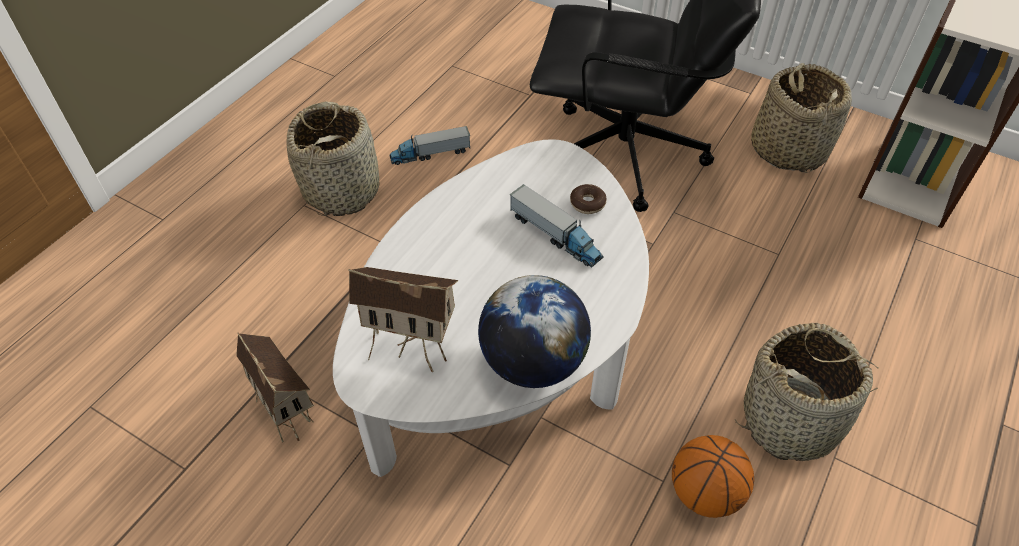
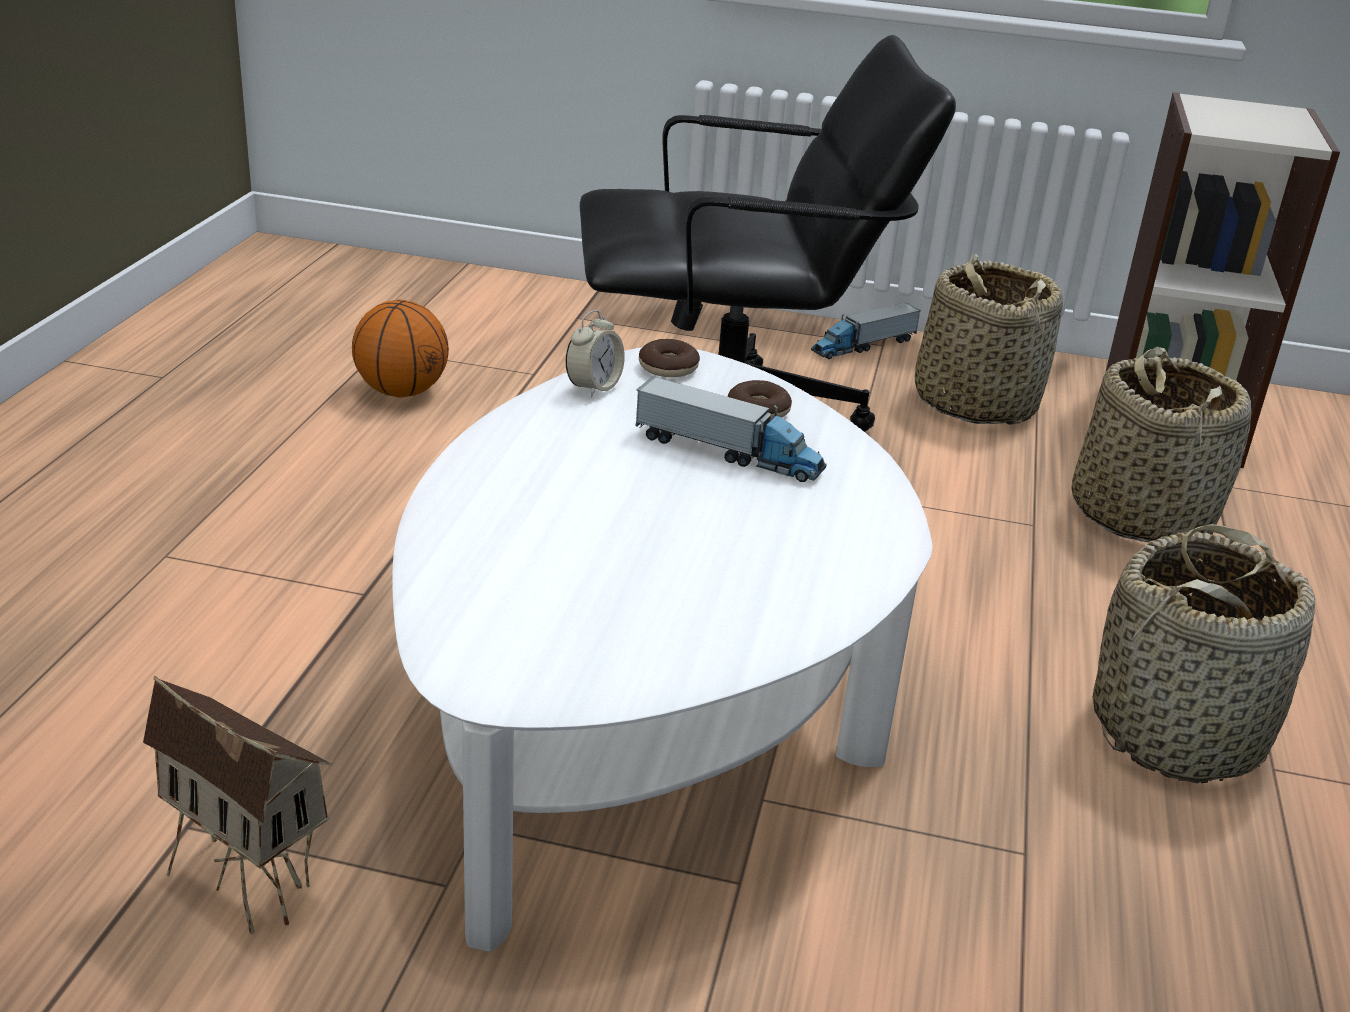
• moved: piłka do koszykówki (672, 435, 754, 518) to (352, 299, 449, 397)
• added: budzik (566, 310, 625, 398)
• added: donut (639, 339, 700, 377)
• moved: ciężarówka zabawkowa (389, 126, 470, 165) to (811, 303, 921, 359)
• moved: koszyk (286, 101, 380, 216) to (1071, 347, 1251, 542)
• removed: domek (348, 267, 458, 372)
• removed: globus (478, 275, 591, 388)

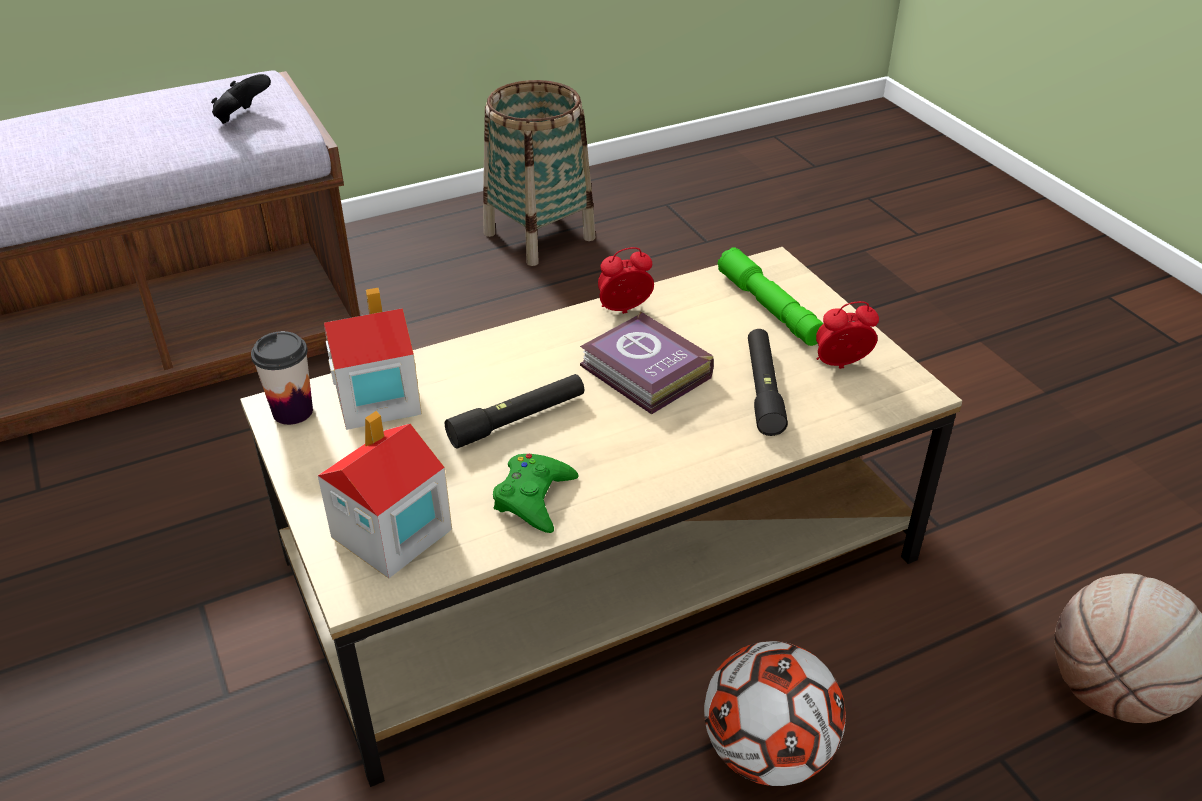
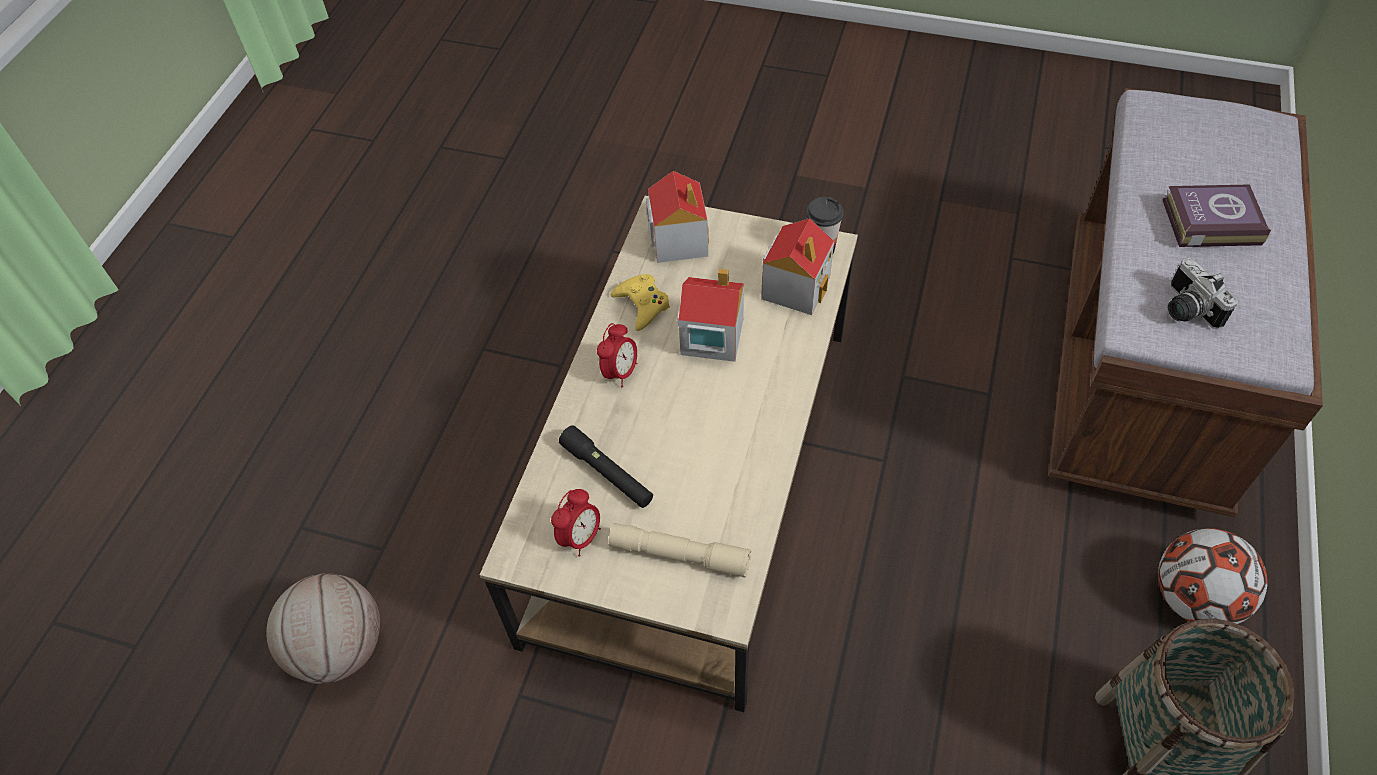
• moved: budzik (598, 247, 654, 314) to (597, 323, 637, 387)
• recoloured: latarka [zielony] (717, 247, 823, 346) to latarka [beżowy] (609, 523, 751, 578)
• recoloured: pad do gier [zielony] (493, 454, 578, 533) to pad do gier [żółty] (611, 274, 670, 331)
• replaced: latarka [czarny] (445, 374, 584, 449) to domek (677, 269, 744, 362)
• moved: piłka futbolowa (704, 641, 846, 786) to (1158, 528, 1268, 624)
• moved: książka (580, 311, 714, 415) to (1162, 184, 1271, 247)
• replaced: pad do gier [czarny] (211, 74, 271, 124) to aparat fotograficzny (1168, 257, 1237, 329)

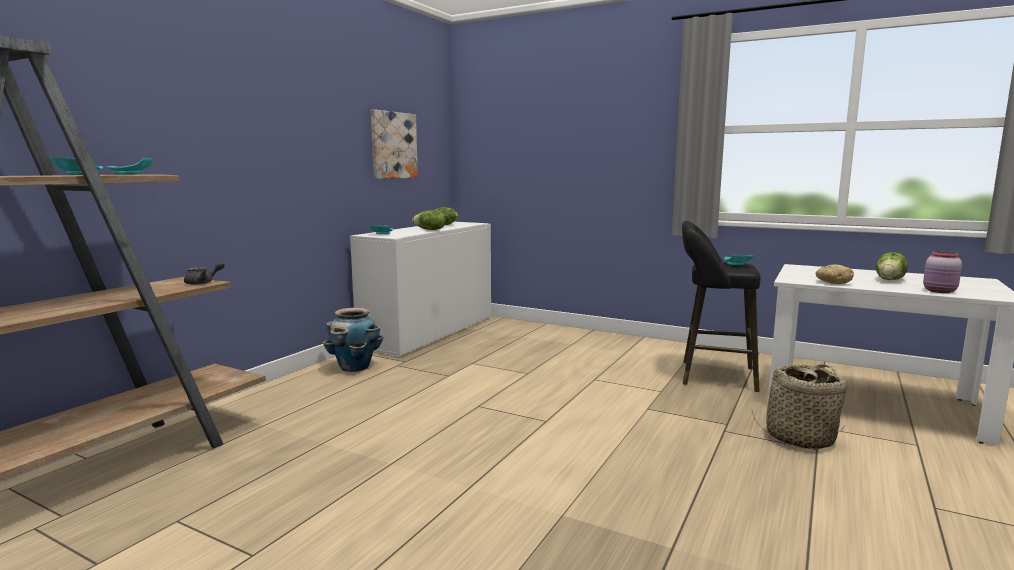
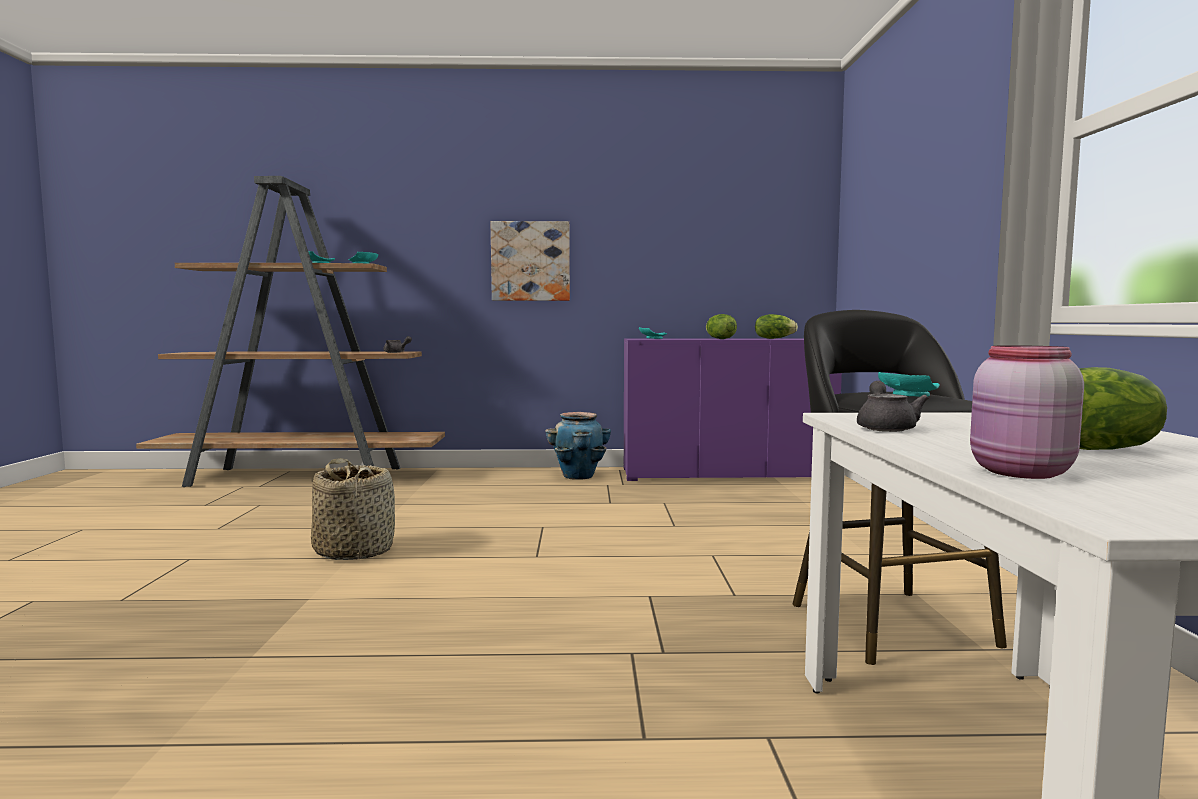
• moved: koszyk (752, 364, 847, 449) to (311, 458, 395, 560)
• moved: obraz (371, 109, 418, 179) to (491, 221, 570, 301)
• recoloured: szafka [biały] (350, 222, 491, 358) to szafka [fioletowy] (624, 338, 842, 481)
• replaced: chleb (816, 264, 854, 284) to imbryk [szary] (857, 381, 929, 432)

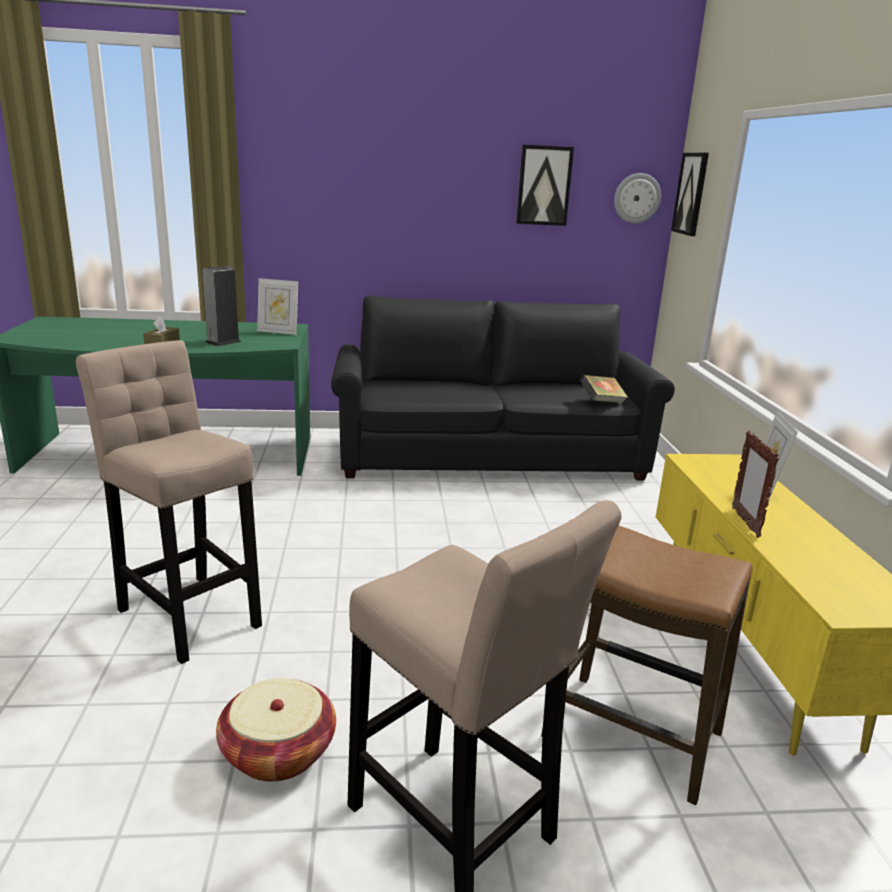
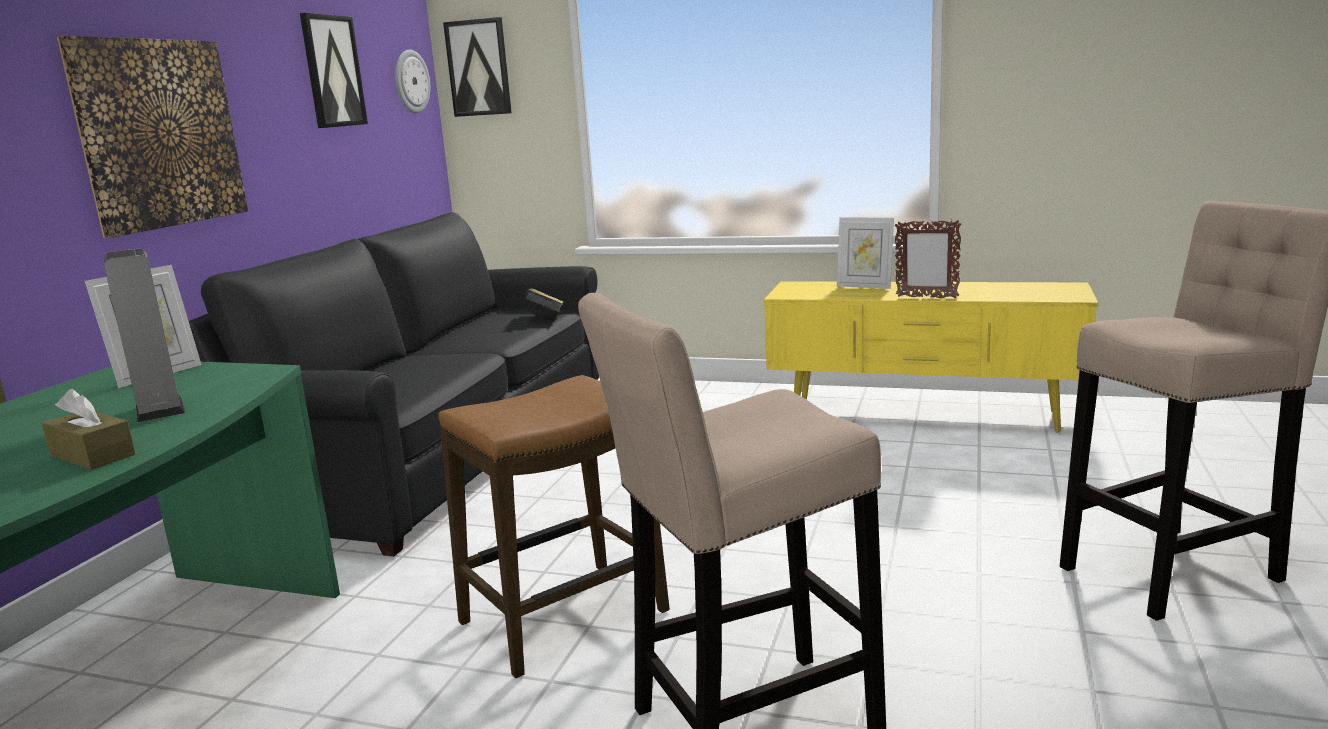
• added: obraz (57, 35, 248, 238)
• moved: stołek (541, 525, 752, 805) to (438, 375, 670, 678)
• removed: koszyk (216, 678, 336, 782)

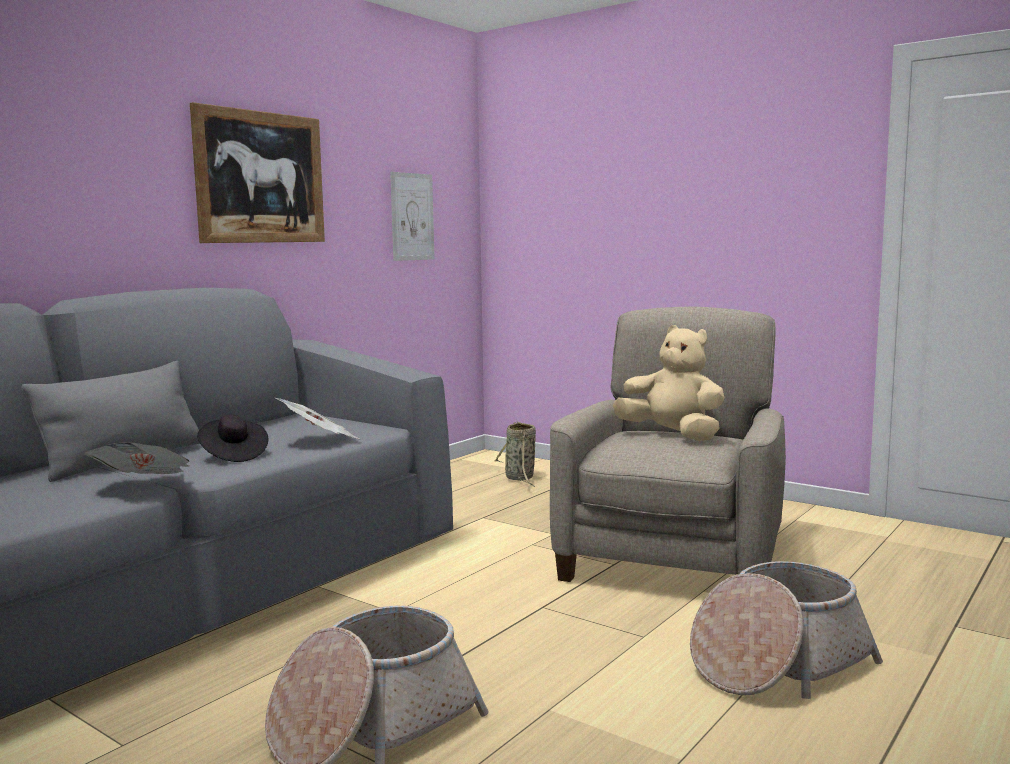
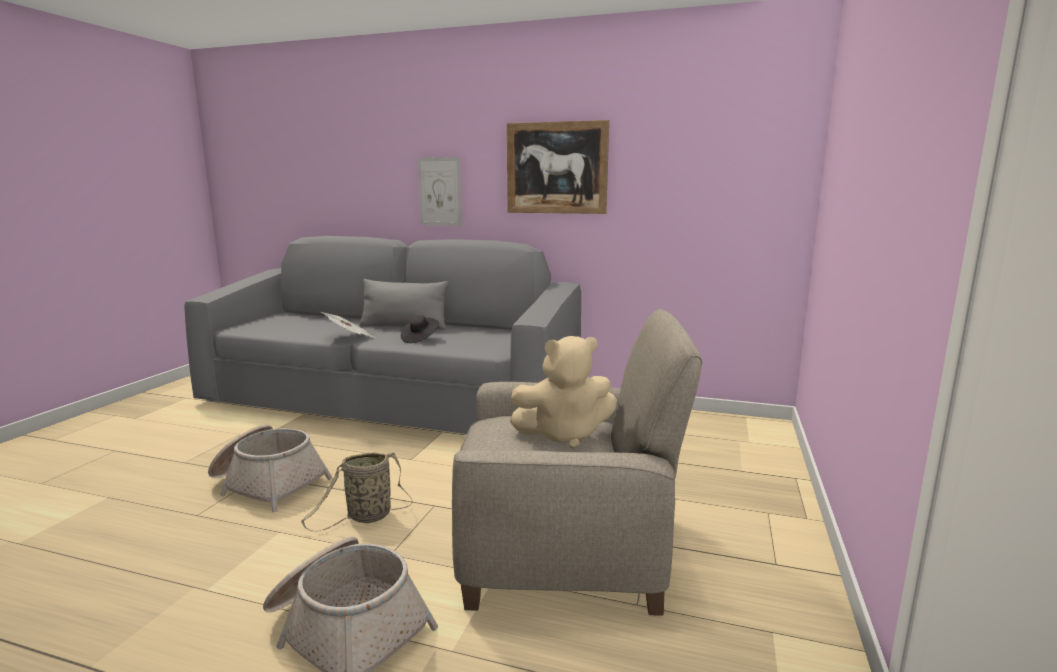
• moved: koszyk (495, 422, 536, 487) to (301, 452, 413, 532)
• moved: obraz (390, 172, 435, 261) to (418, 157, 462, 226)
• turned: pluszak [beżowy] (613, 325, 724, 441) = (510, 336, 617, 449) 60 degrees clockwise
• removed: gazeta (276, 398, 359, 439)

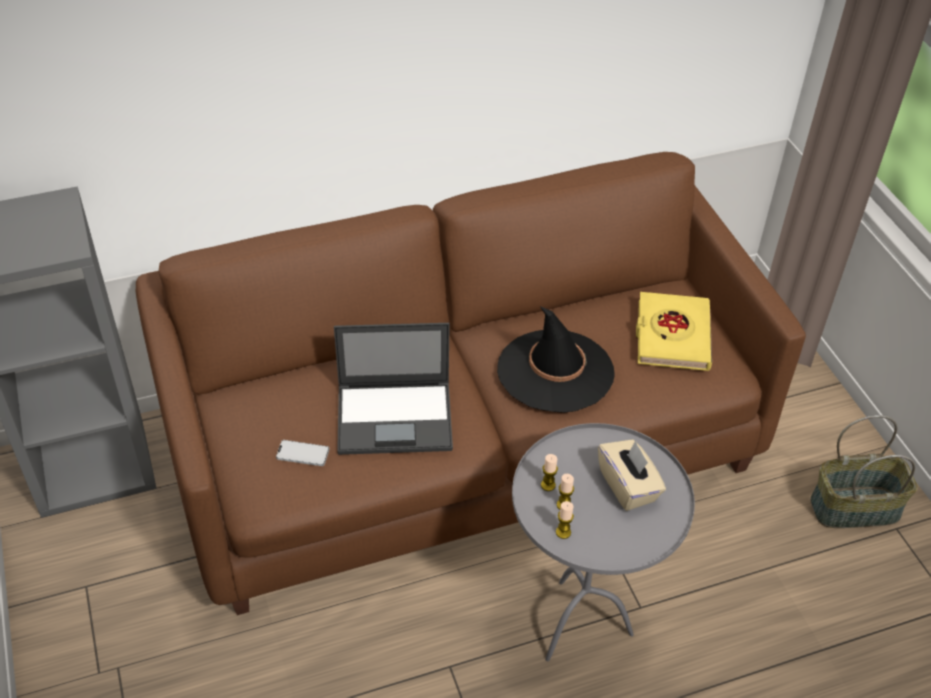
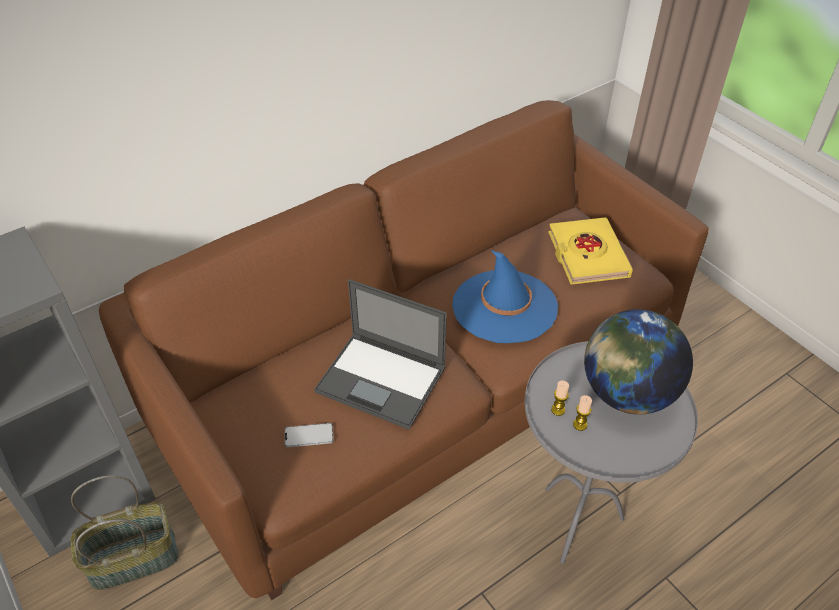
• moved: koszyk (810, 415, 918, 528) to (70, 475, 179, 590)
• turned: laptop (334, 323, 453, 455) = (314, 279, 447, 430) 45 degrees clockwise
• recoloured: kapelusz [czarny] (497, 305, 615, 413) to kapelusz [niebieski] (452, 250, 558, 343)
• replaced: pudełko chusteczek [beżowy] (598, 439, 666, 511) to globus (584, 309, 693, 415)
• removed: świeca (556, 501, 574, 539)

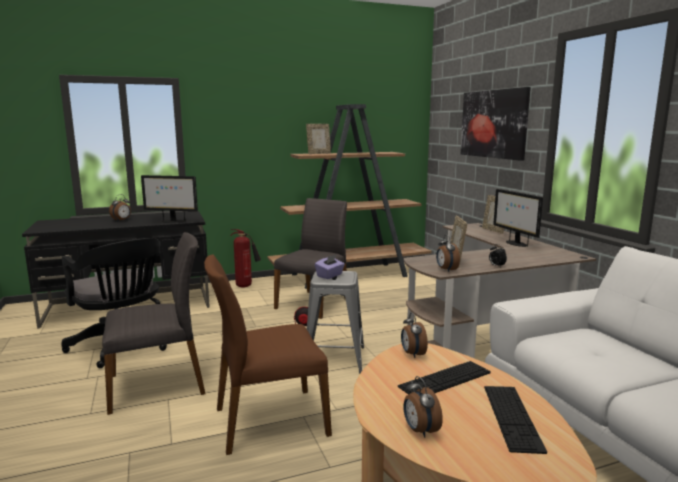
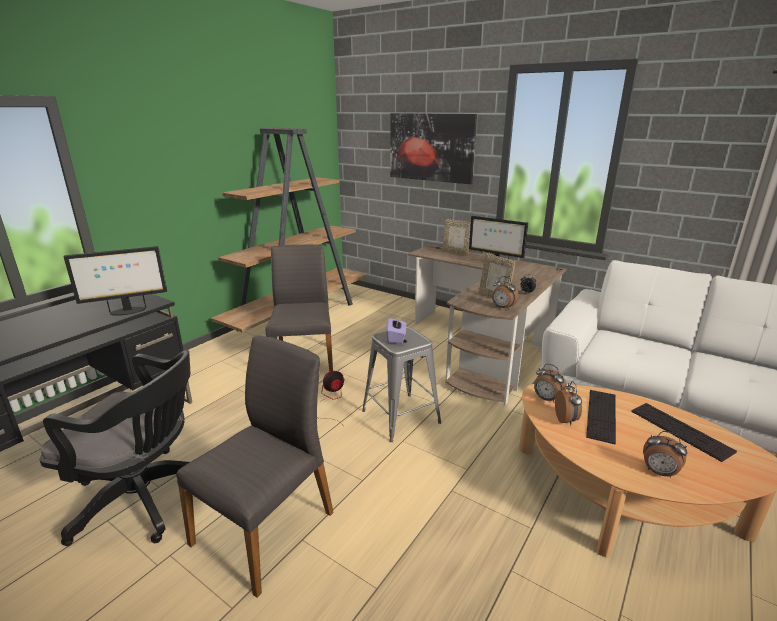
• moved: budzik (109, 195, 131, 220) to (555, 381, 582, 425)
• removed: krzesło [brązowy] (204, 254, 332, 455)
• removed: gaśnica (230, 229, 261, 288)
• removed: ramka na zdjęcie (306, 124, 331, 154)

